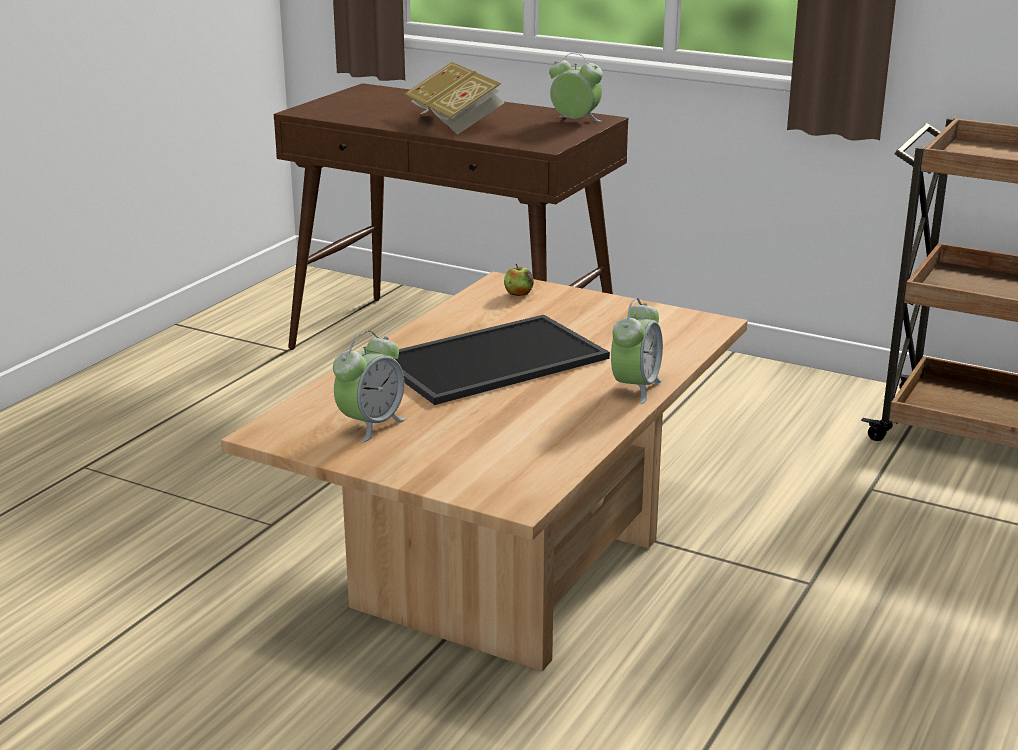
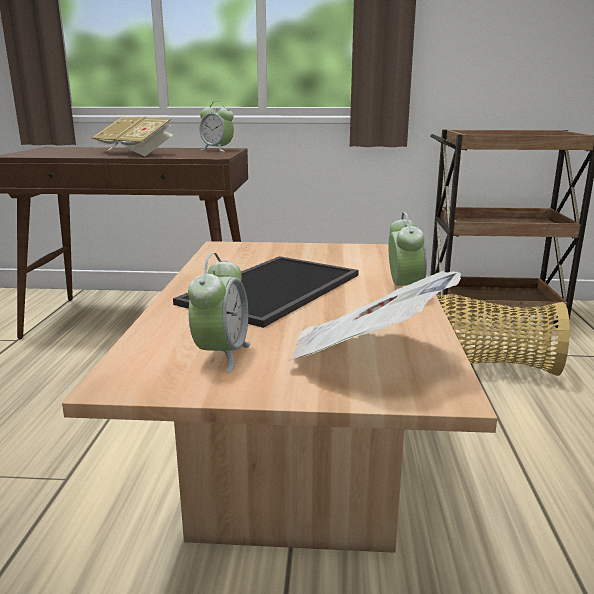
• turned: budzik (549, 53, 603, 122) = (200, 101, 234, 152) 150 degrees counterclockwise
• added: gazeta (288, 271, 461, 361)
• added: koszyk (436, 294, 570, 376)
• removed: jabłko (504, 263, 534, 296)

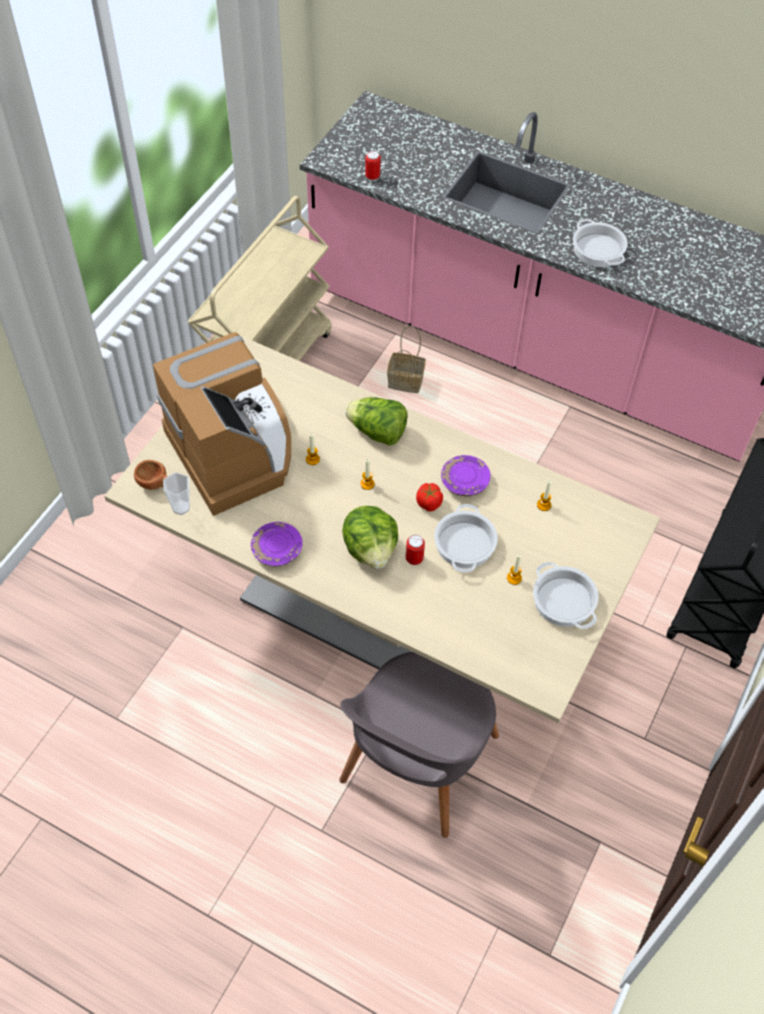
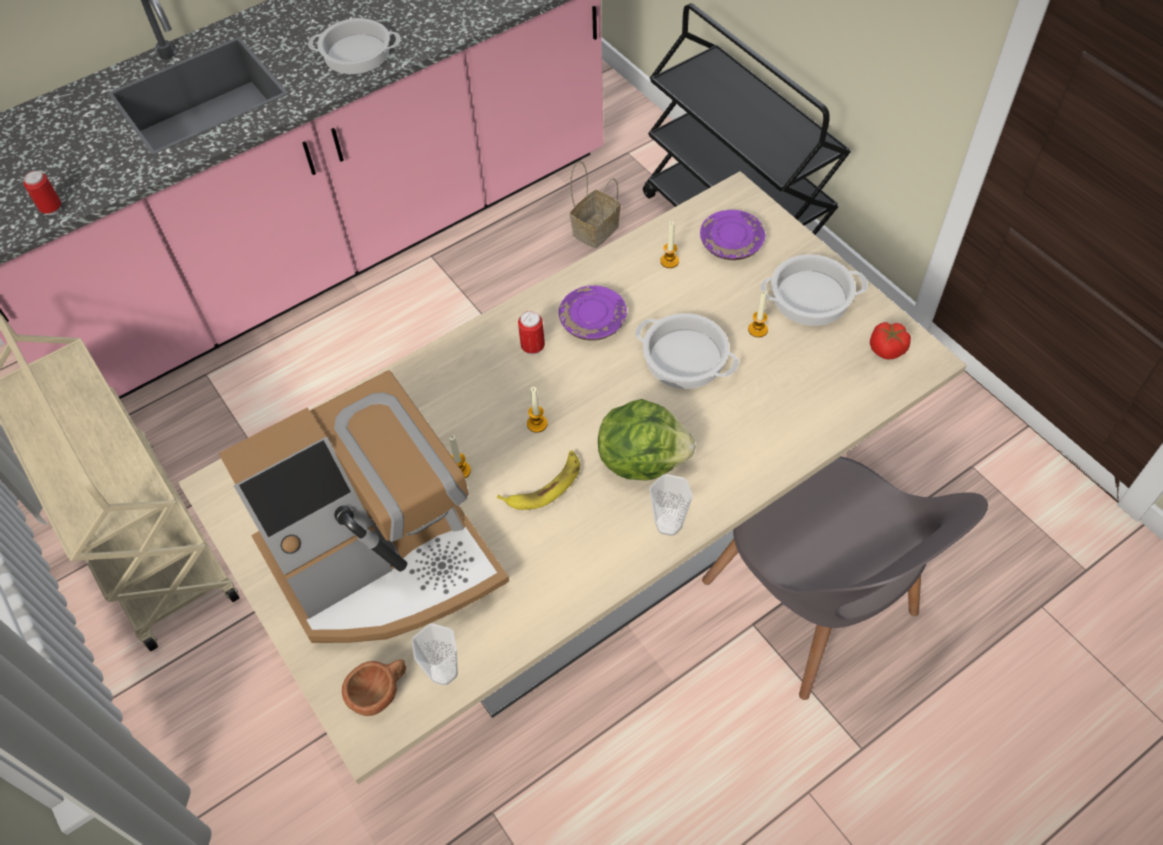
• turned: ekspres do kawy (153, 332, 291, 516) = (219, 370, 509, 643) 150 degrees clockwise
• added: banan (497, 451, 580, 510)
• moved: puszka (406, 535, 425, 565) to (518, 311, 545, 355)
• moved: koszyk (387, 326, 426, 393) to (570, 161, 621, 248)
• added: filiżanka (649, 474, 693, 536)
• moved: talerz [fioletowy] (251, 522, 302, 567) to (700, 210, 765, 260)
• moved: pomidor (416, 483, 443, 511) to (870, 322, 911, 360)
• removed: sałata (345, 397, 408, 446)

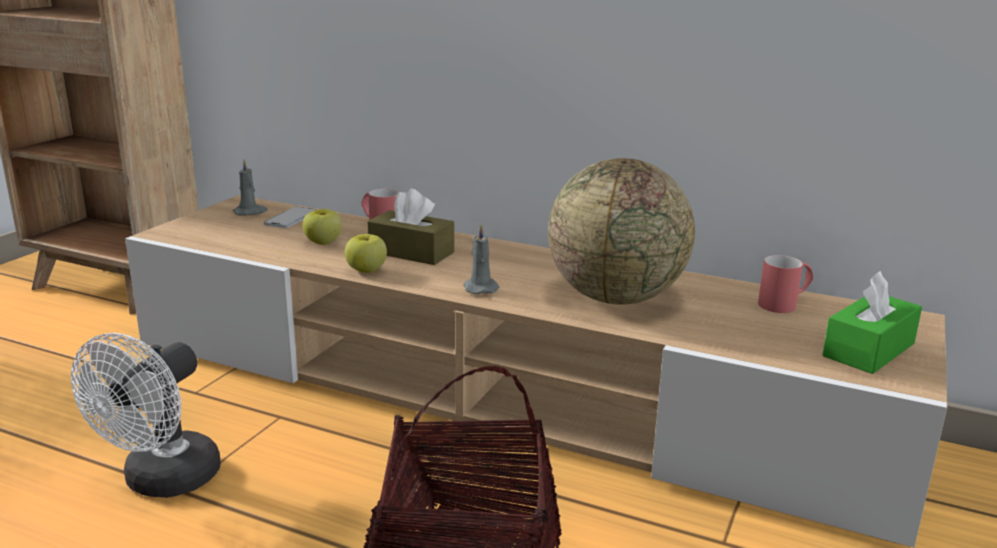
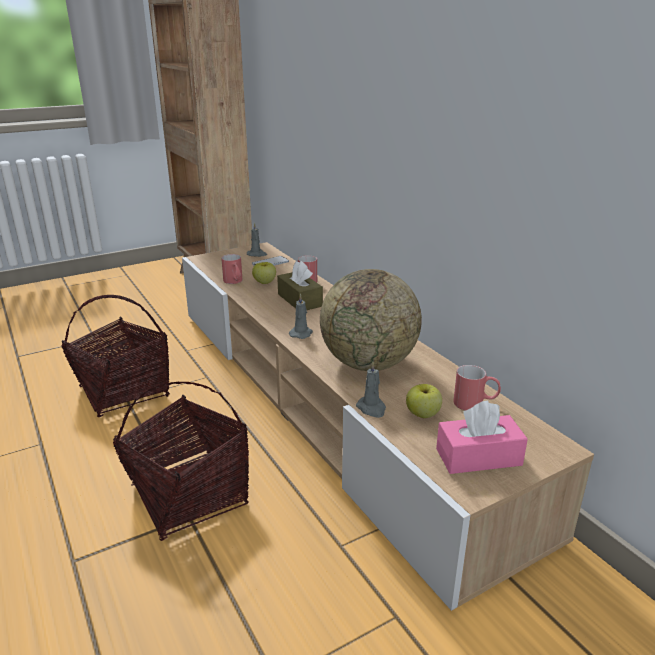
• replaced: wentylator [biały] (71, 333, 221, 498) to koszyk (62, 295, 170, 417)
• added: kubek [czerwony] (221, 254, 243, 284)
• added: świeca [szary] (356, 361, 386, 418)
• moved: jabłko (345, 234, 387, 273) to (406, 384, 442, 418)
• recoloured: pudełko chusteczek [zielony] (822, 271, 922, 374) to pudełko chusteczek [różowy] (436, 400, 528, 474)

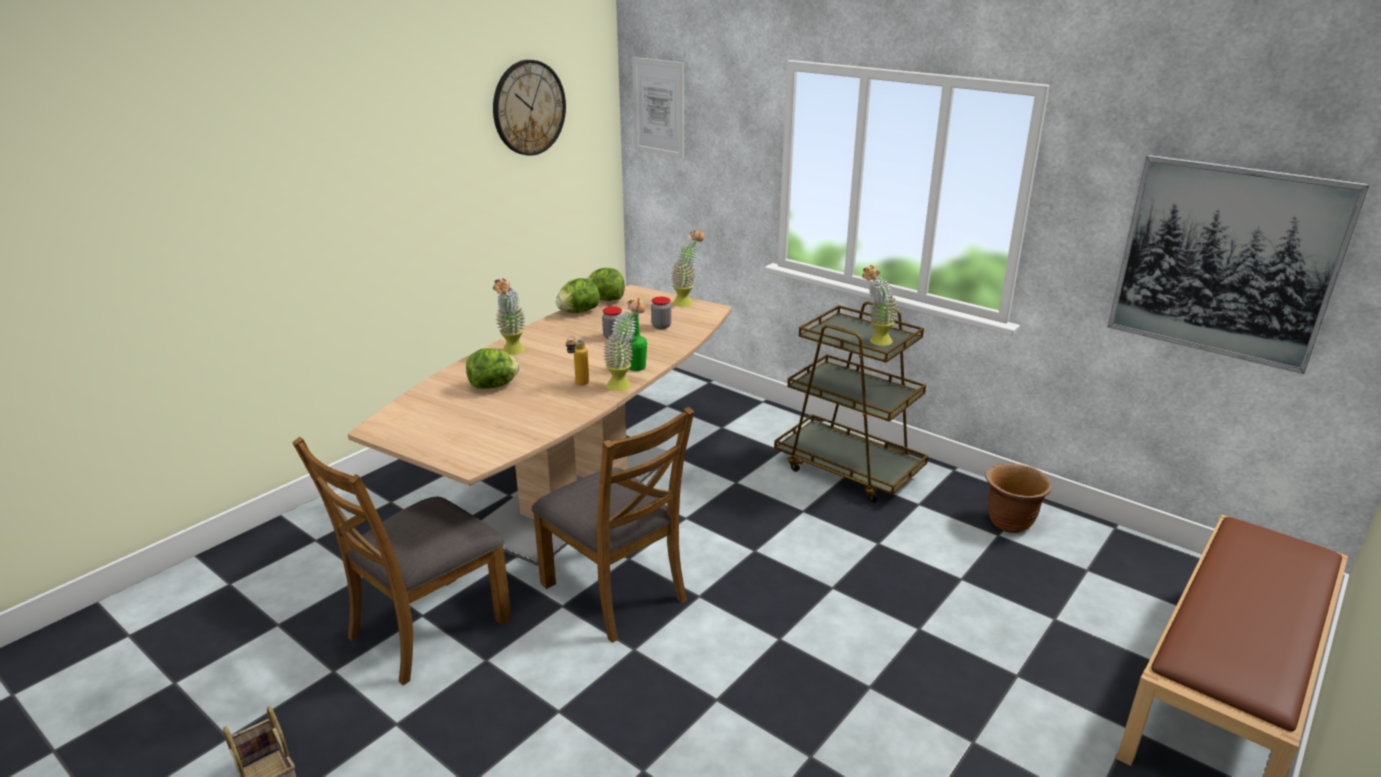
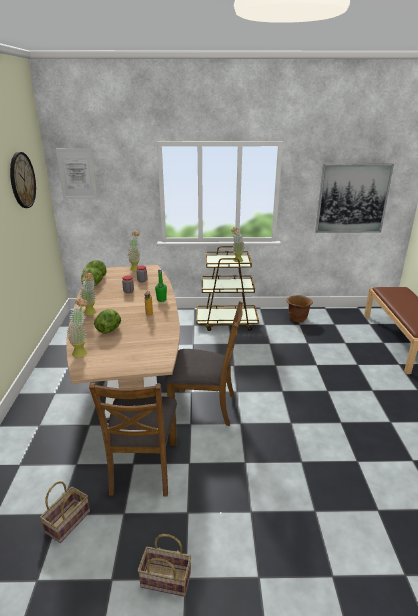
• added: koszyk (40, 481, 90, 543)
• moved: roślina doniczkowa (603, 298, 645, 391) to (67, 297, 88, 357)

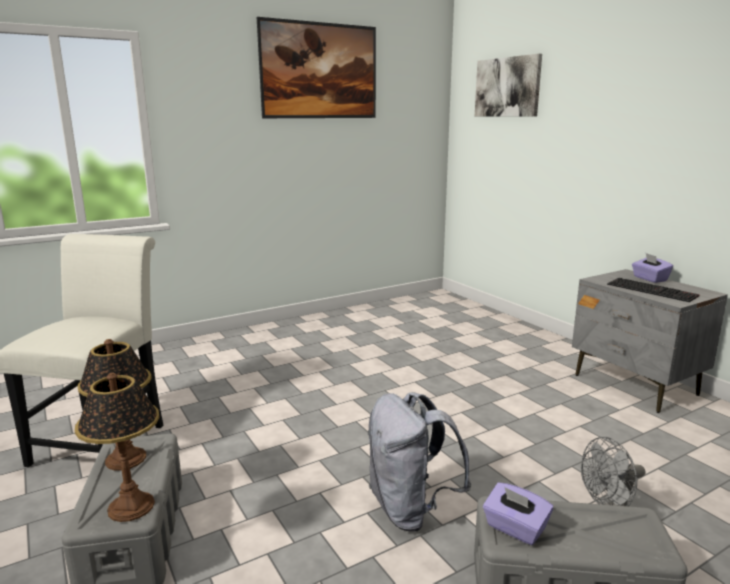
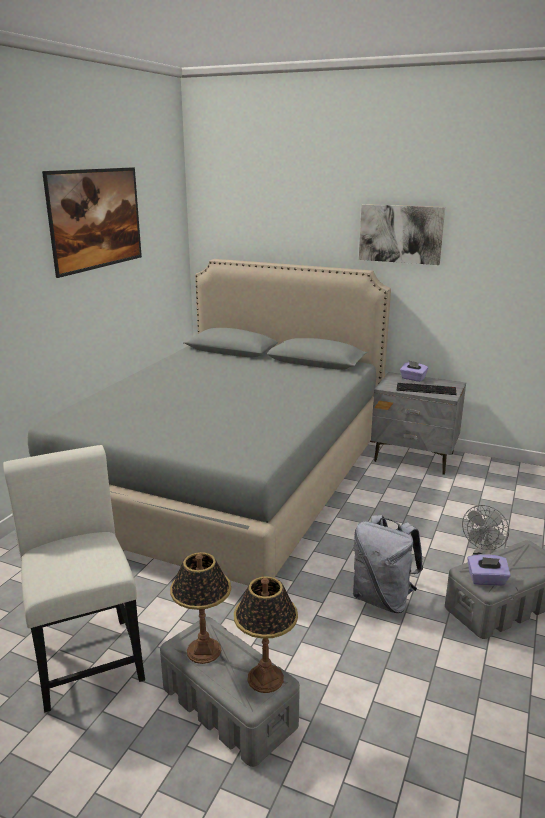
• added: łóżko [szary] (28, 259, 391, 586)
• moved: obraz (475, 54, 542, 116) to (359, 204, 445, 265)

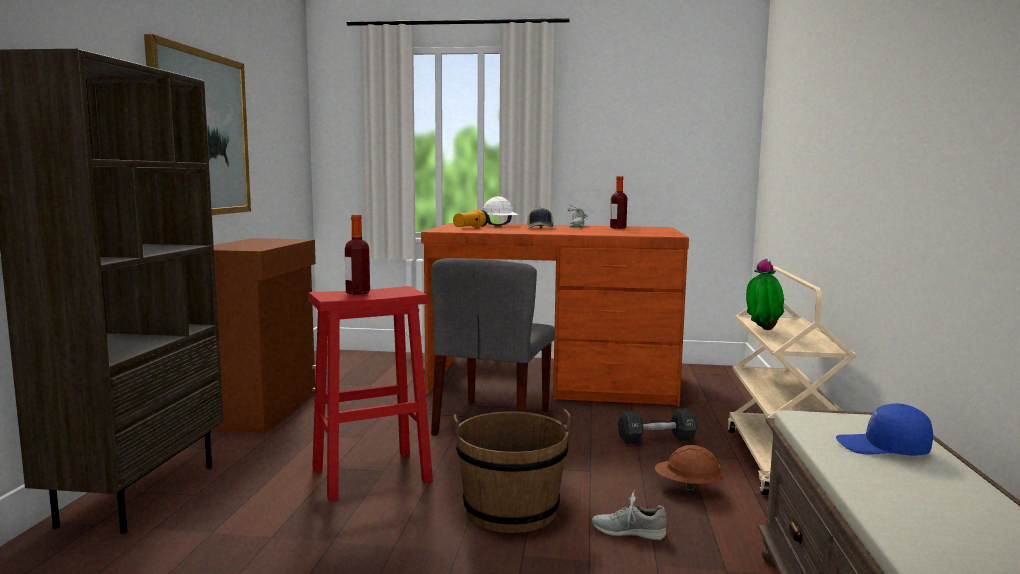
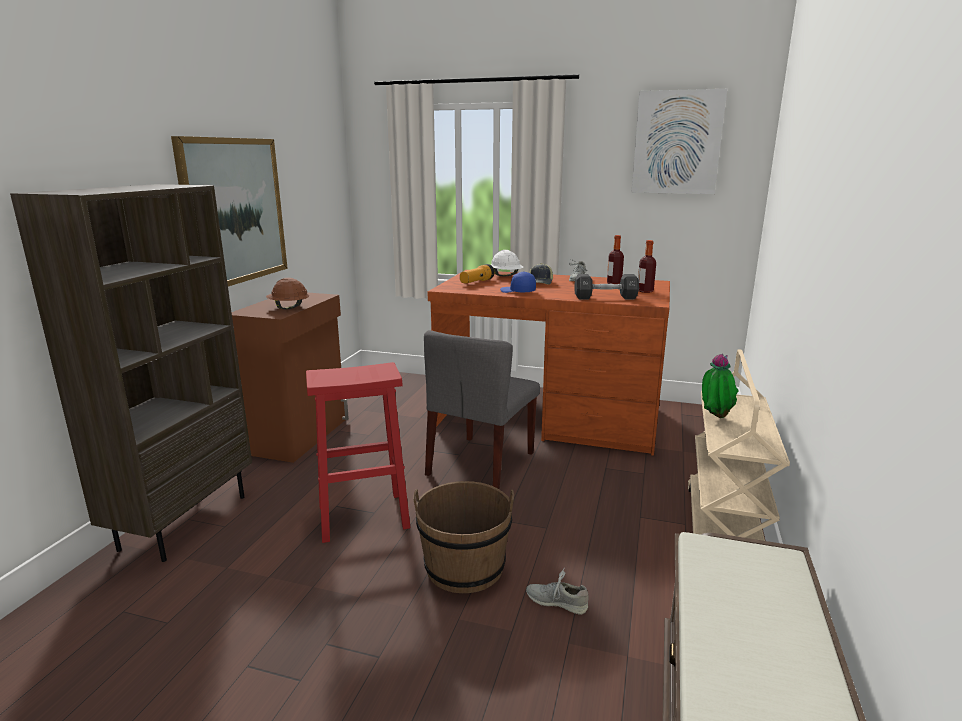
• moved: kask [brązowy] (655, 445, 723, 493) to (266, 278, 309, 309)
• moved: czapka z daszkiem [niebieski] (836, 403, 933, 456) to (500, 272, 536, 293)
• moved: hantel [czarny] (618, 408, 697, 445) to (574, 274, 639, 299)
• added: obraz (631, 89, 727, 194)
• moved: butelka (345, 215, 370, 294) to (638, 240, 656, 293)

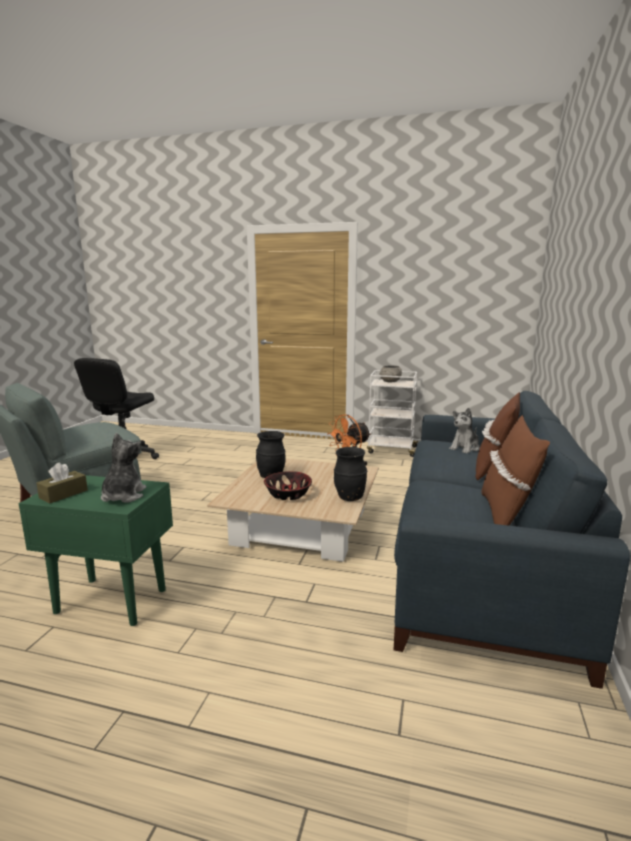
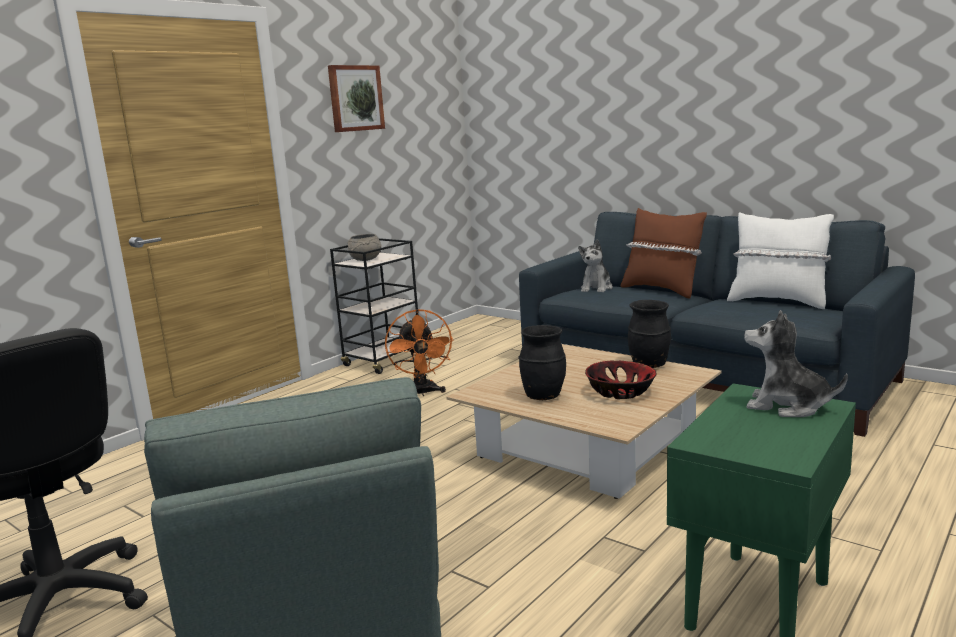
• added: obraz (328, 65, 385, 132)
• recoloured: wózek [biały] (367, 370, 418, 457) to wózek [czarny] (330, 238, 426, 374)
• turned: pluszak (449, 408, 480, 454) = (578, 239, 613, 292) 45 degrees clockwise
• recoloured: poduszka [brązowy] (481, 415, 550, 526) to poduszka [biały] (727, 212, 834, 309)
• removed: pudełko chusteczek [brązowy] (36, 462, 88, 503)

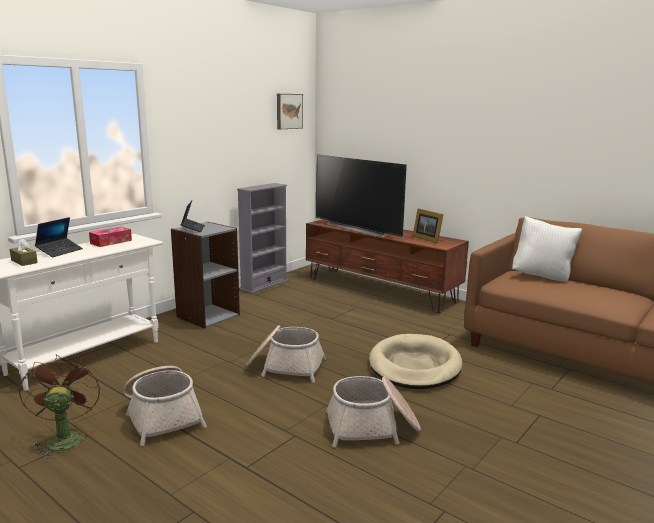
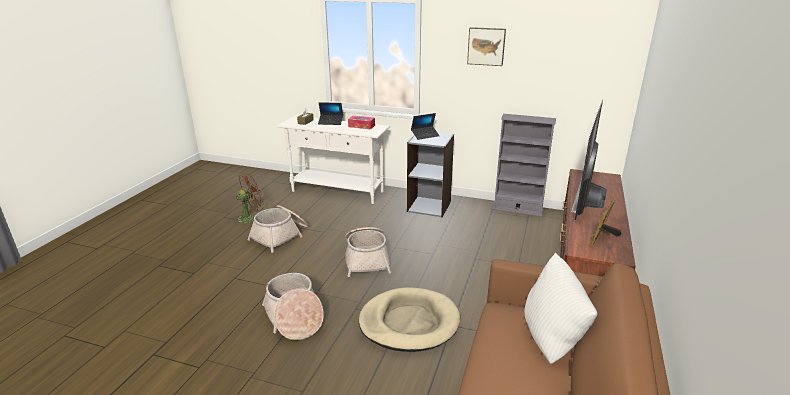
• moved: obraz (277, 94, 303, 129) to (467, 27, 506, 66)

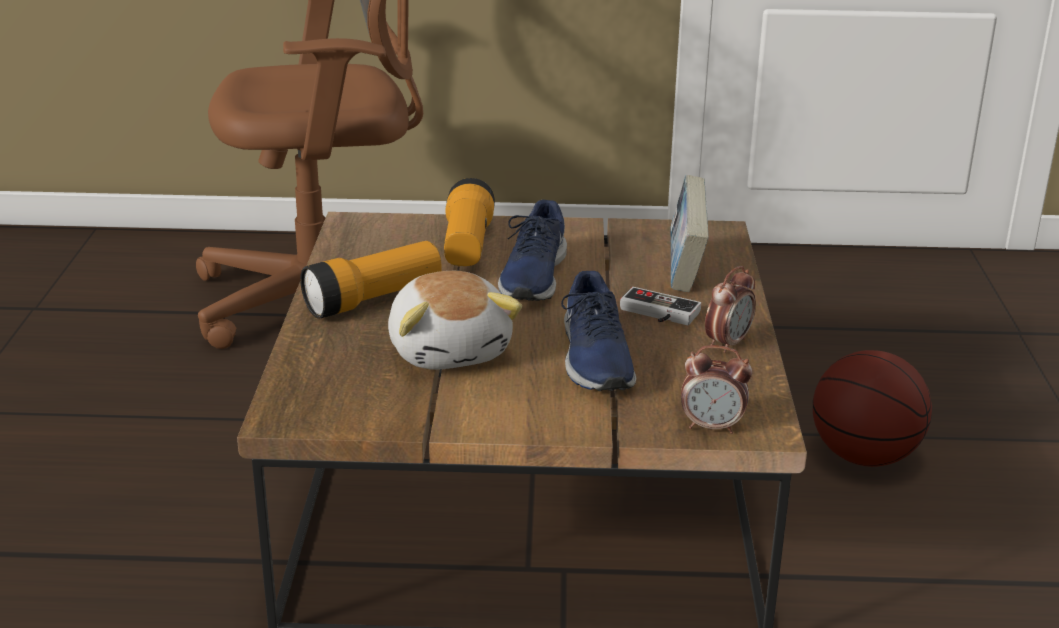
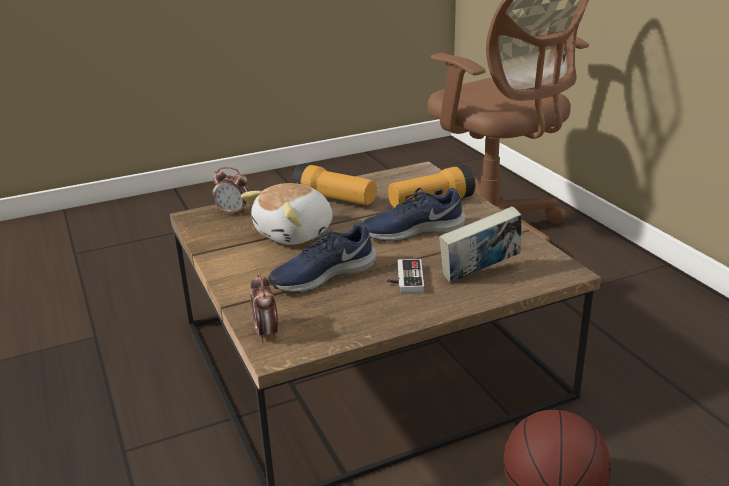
• moved: budzik (705, 266, 756, 353) to (212, 167, 249, 216)

